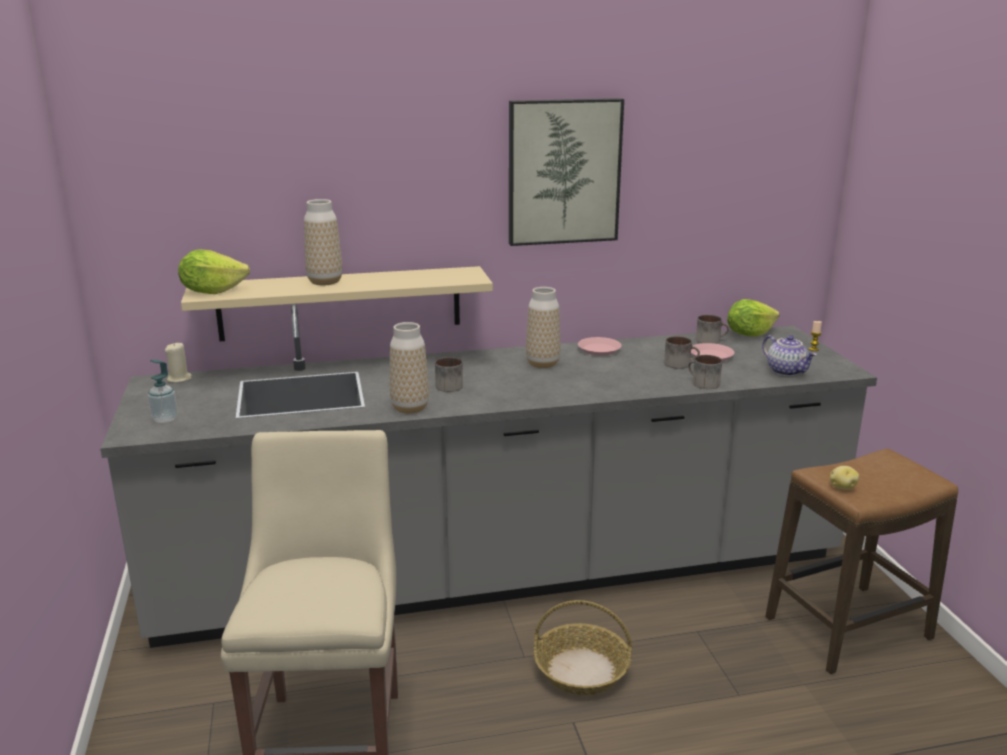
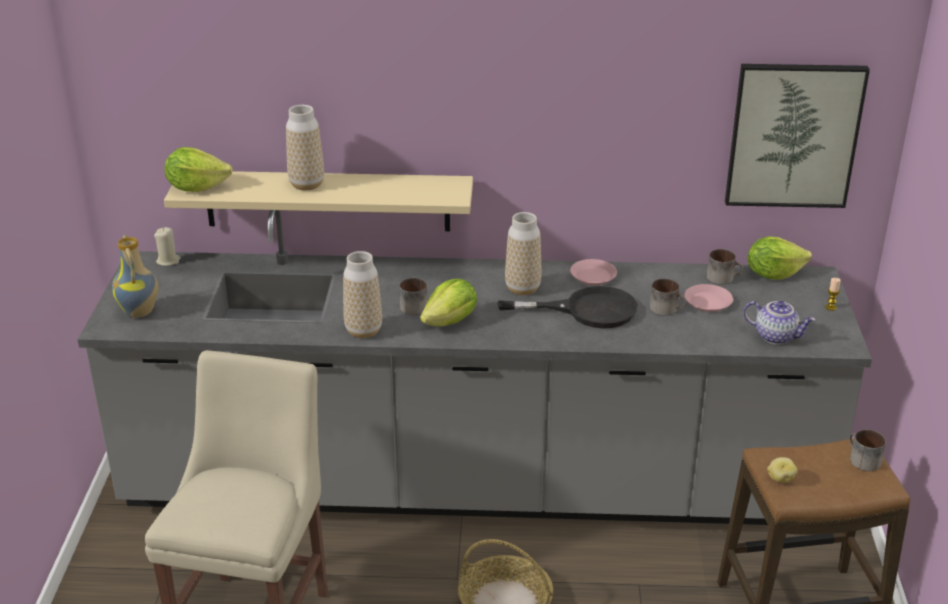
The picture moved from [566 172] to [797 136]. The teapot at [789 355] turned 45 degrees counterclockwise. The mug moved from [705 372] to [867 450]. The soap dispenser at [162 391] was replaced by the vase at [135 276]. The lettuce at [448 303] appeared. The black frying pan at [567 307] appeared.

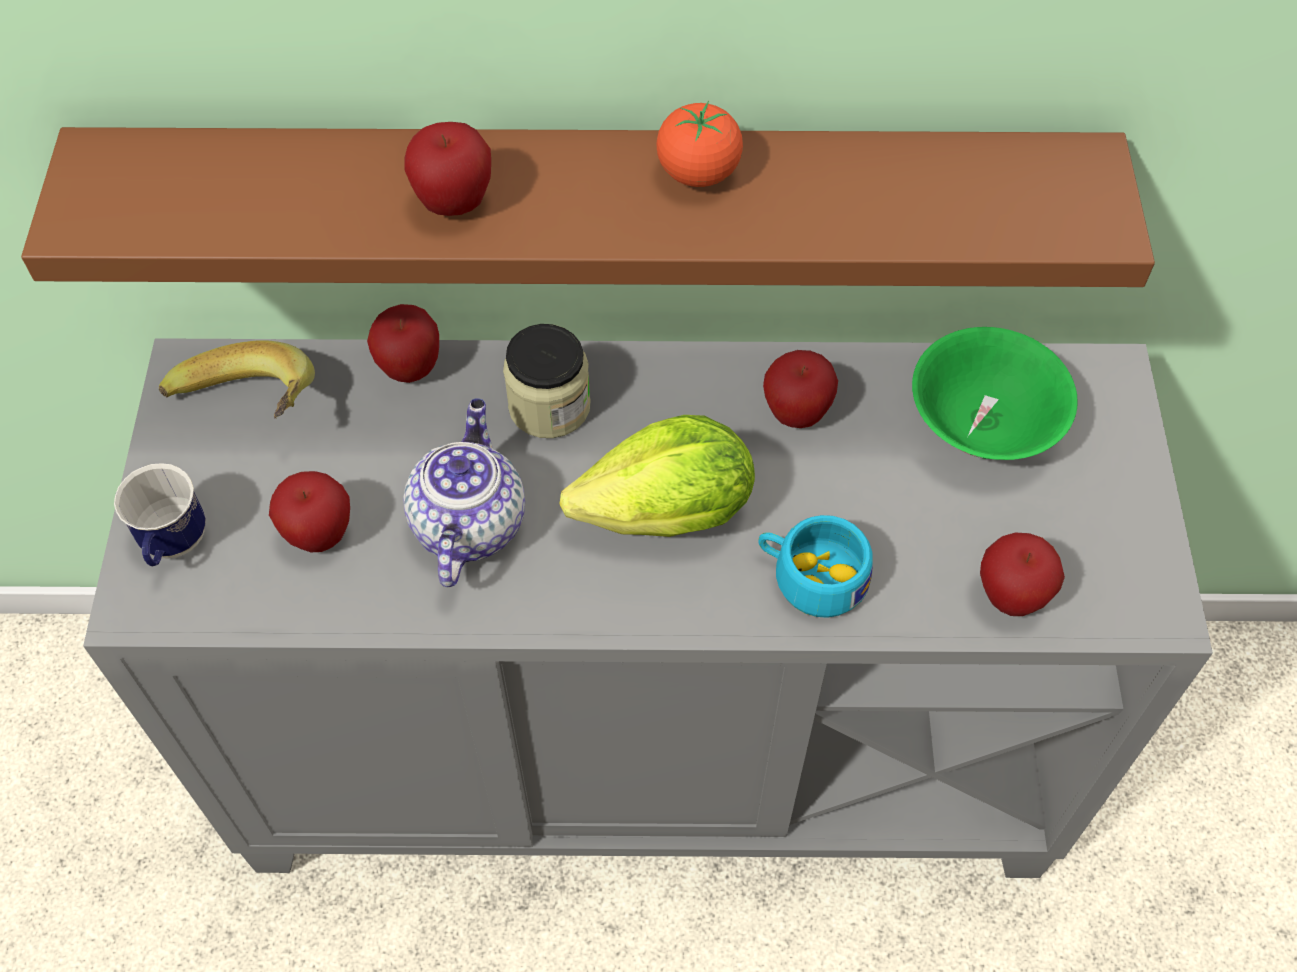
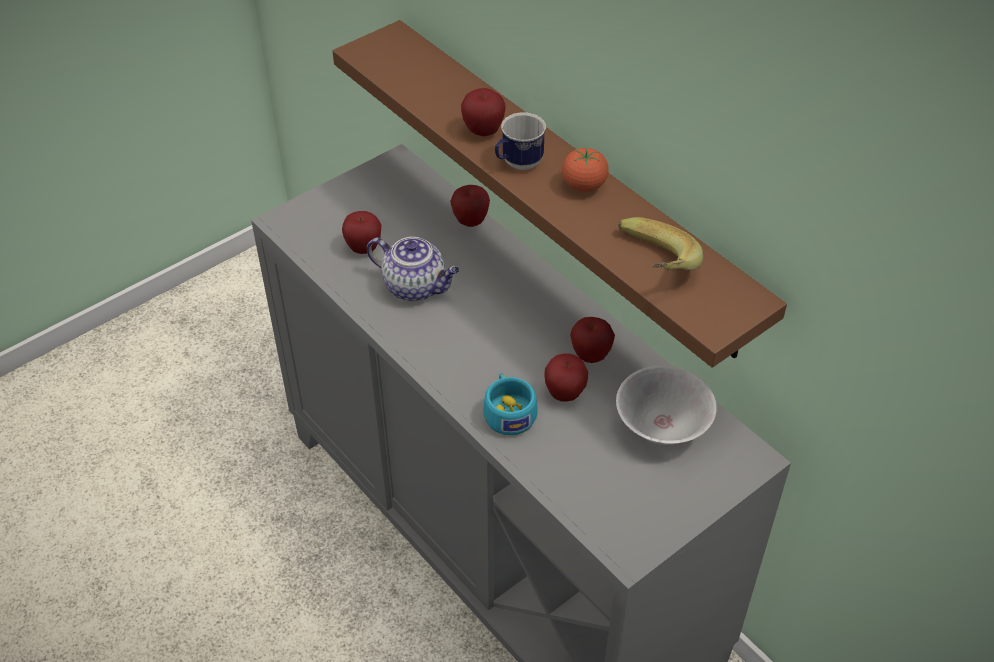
The jar at [547 381] disappeared. The green bowl at [995 393] became the white bowl at [666 405]. The banana moved from [237 379] to [660 244]. The teapot at [464 492] turned 60 degrees clockwise. The lettuce at [657 476] disappeared. The mug moved from [160 515] to [520 141]. The apple moved from [1022 574] to [566 377].

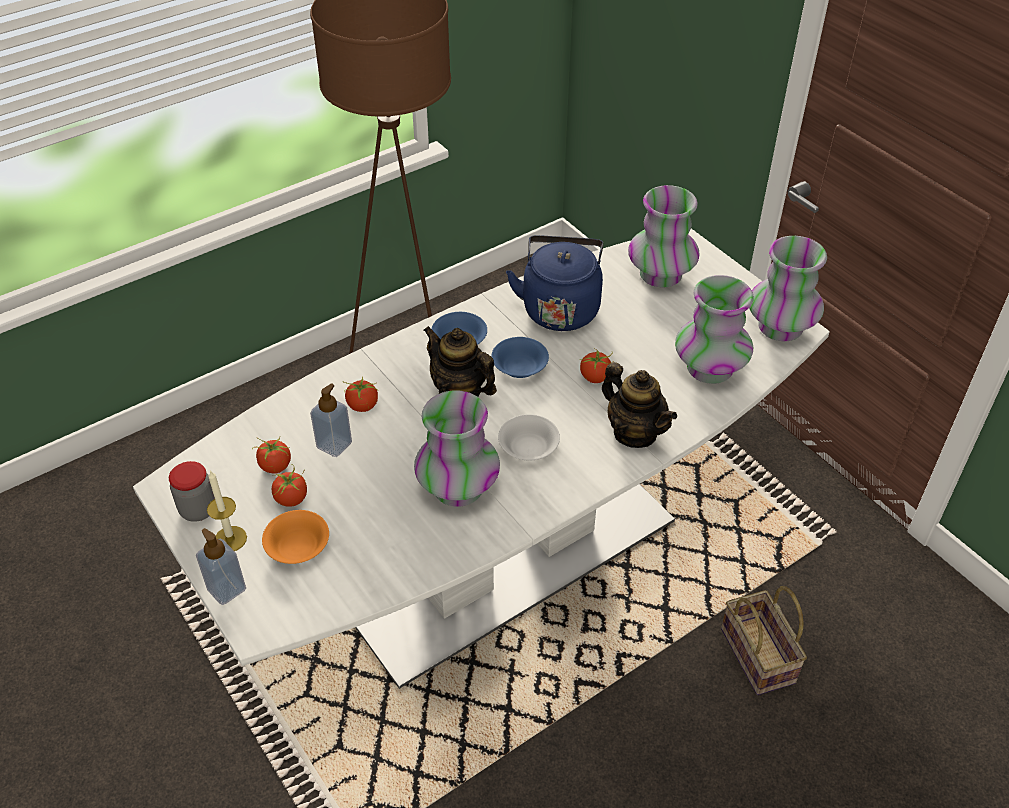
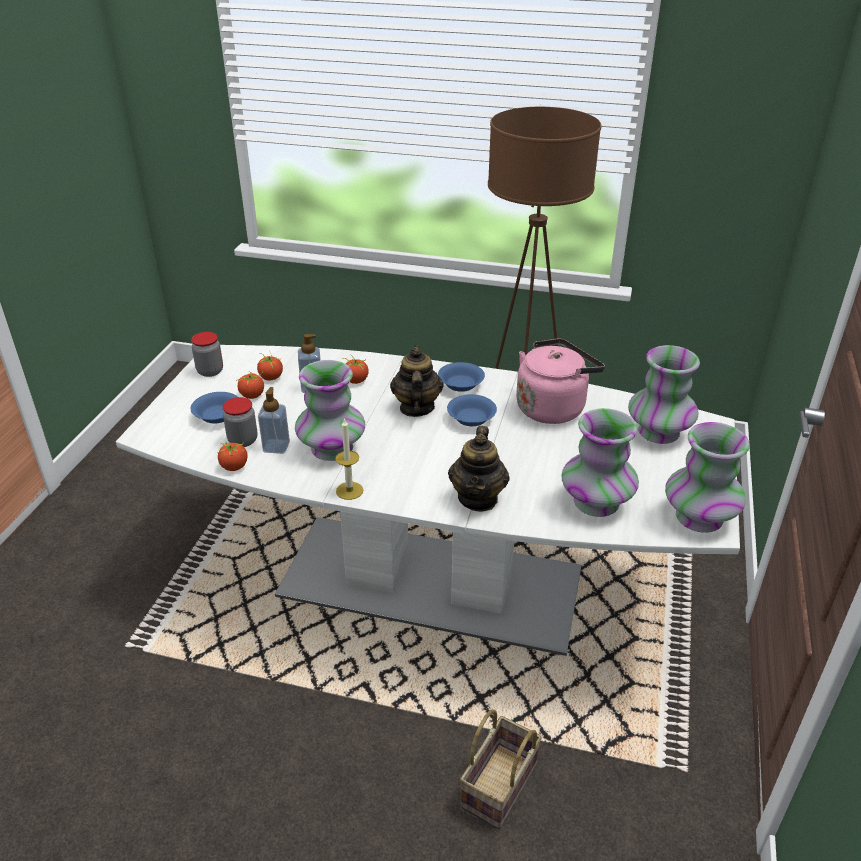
The blue kettle at [554 283] became the pink kettle at [560 381]. The tomato moved from [596 365] to [233 456]. The white bowl at [529 437] disappeared. The candle moved from [227 510] to [349 459]. The orange bowl at [295 537] became the blue bowl at [214 408]. The soap dispenser moved from [221 566] to [274 420]. The jar at [240 422] appeared.

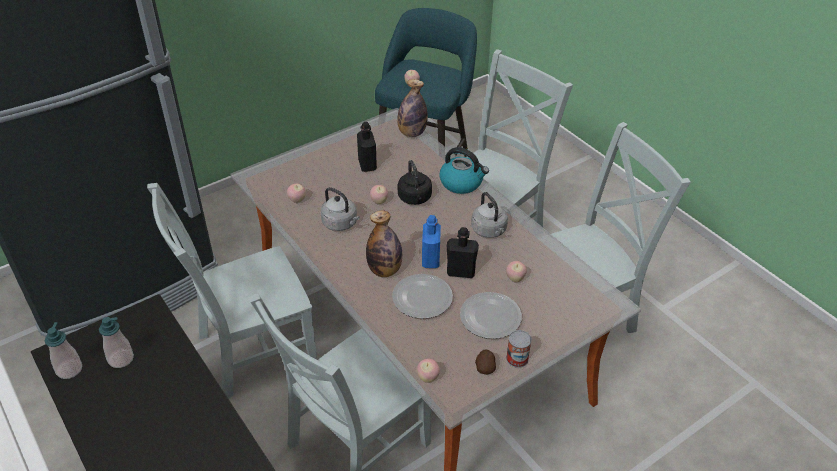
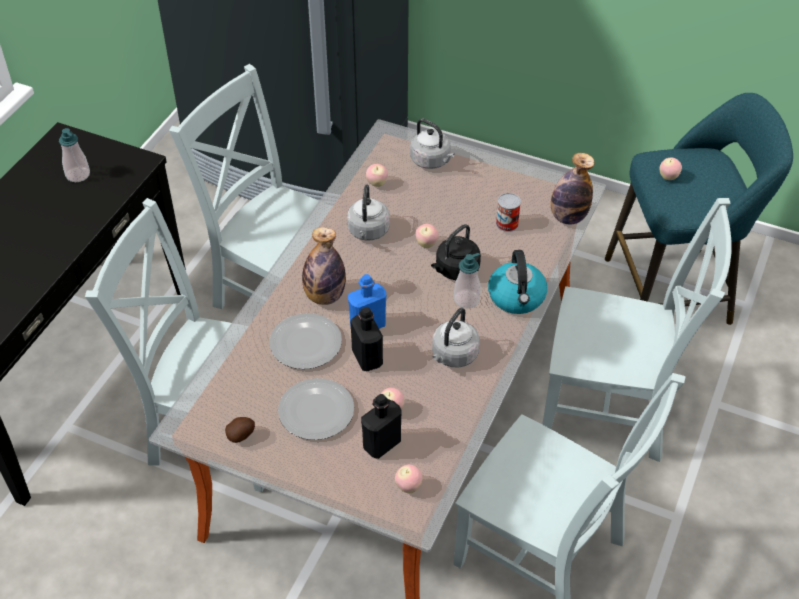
The black bottle moved from [367 147] to [381 426]. The soap dispenser moved from [63 350] to [467 281]. The can moved from [519 349] to [508 212]. The apple moved from [428 370] to [409 478]. The grey kettle at [432 144] appeared.

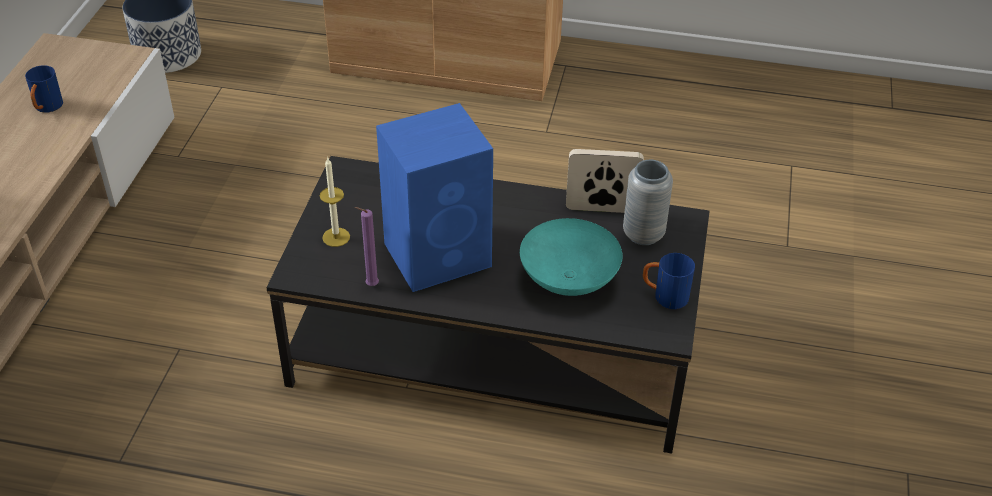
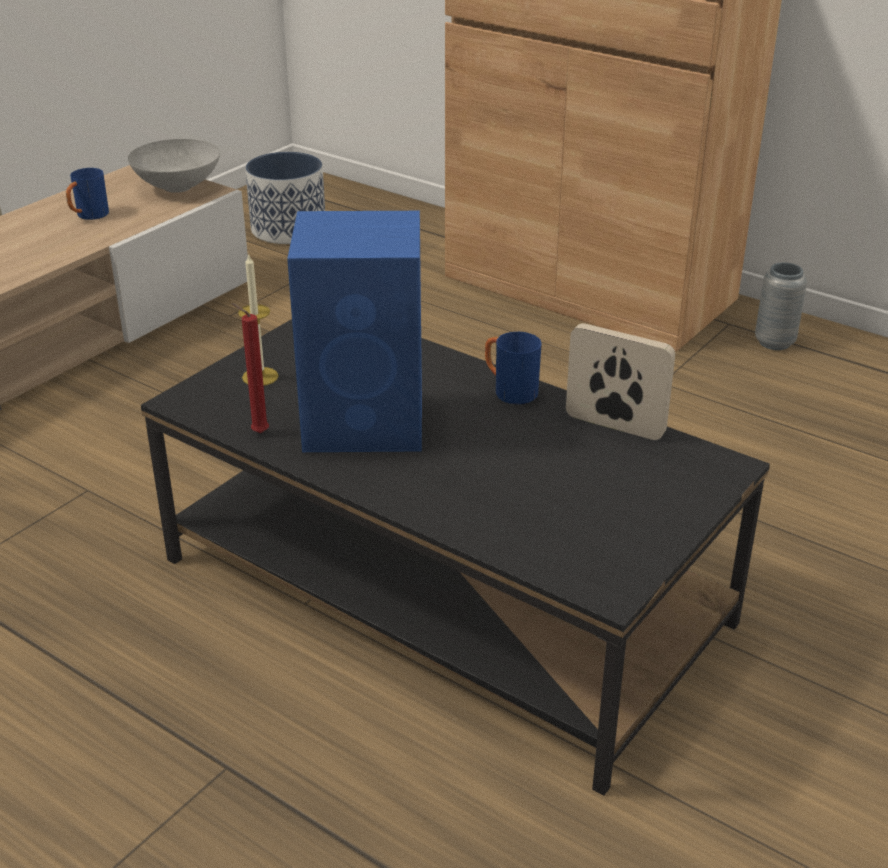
The grey vase moved from [648 202] to [781 306]. The purple candle at [366 246] became the red candle at [250 368]. The turquoise bowl at [571 257] disappeared. The blue mug moved from [669 281] to [513 368]. The grey bowl at [174 166] appeared.

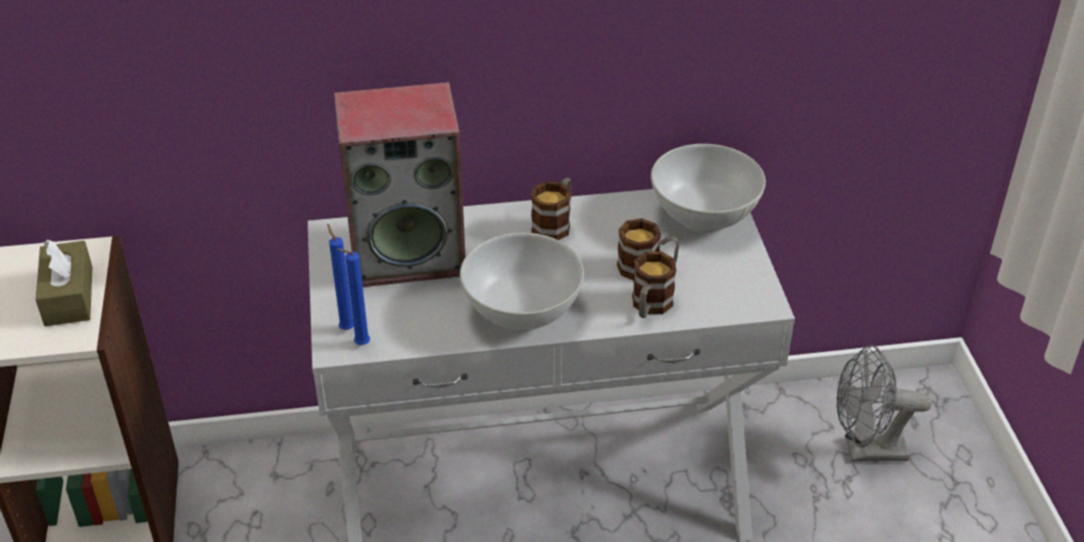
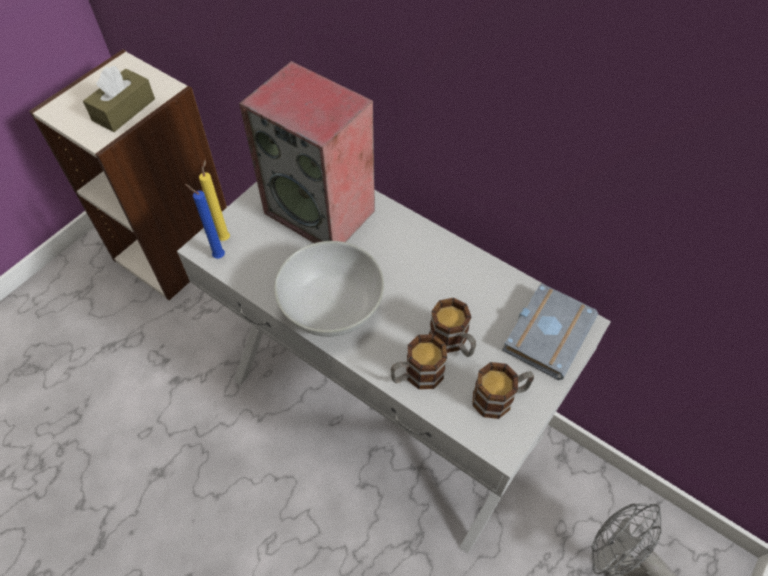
The white bowl at [708 188] was replaced by the grey book at [550 331]. The mug moved from [551 209] to [503 390]. The blue candle at [340 276] became the yellow candle at [214 200].

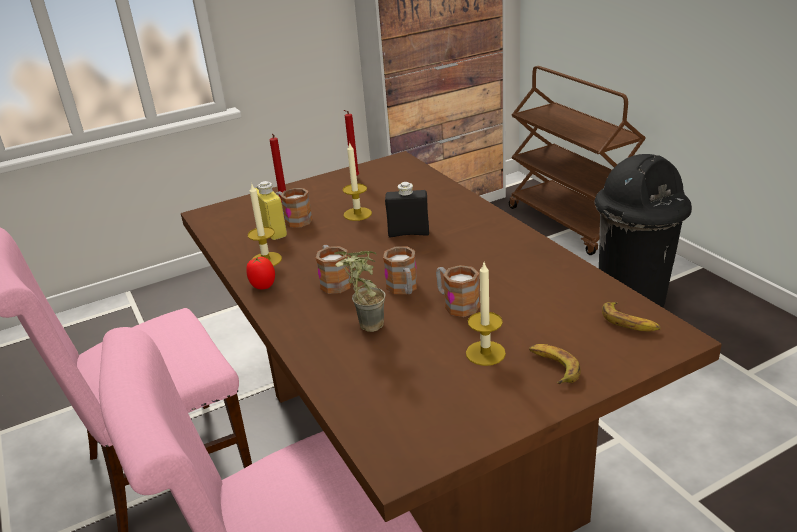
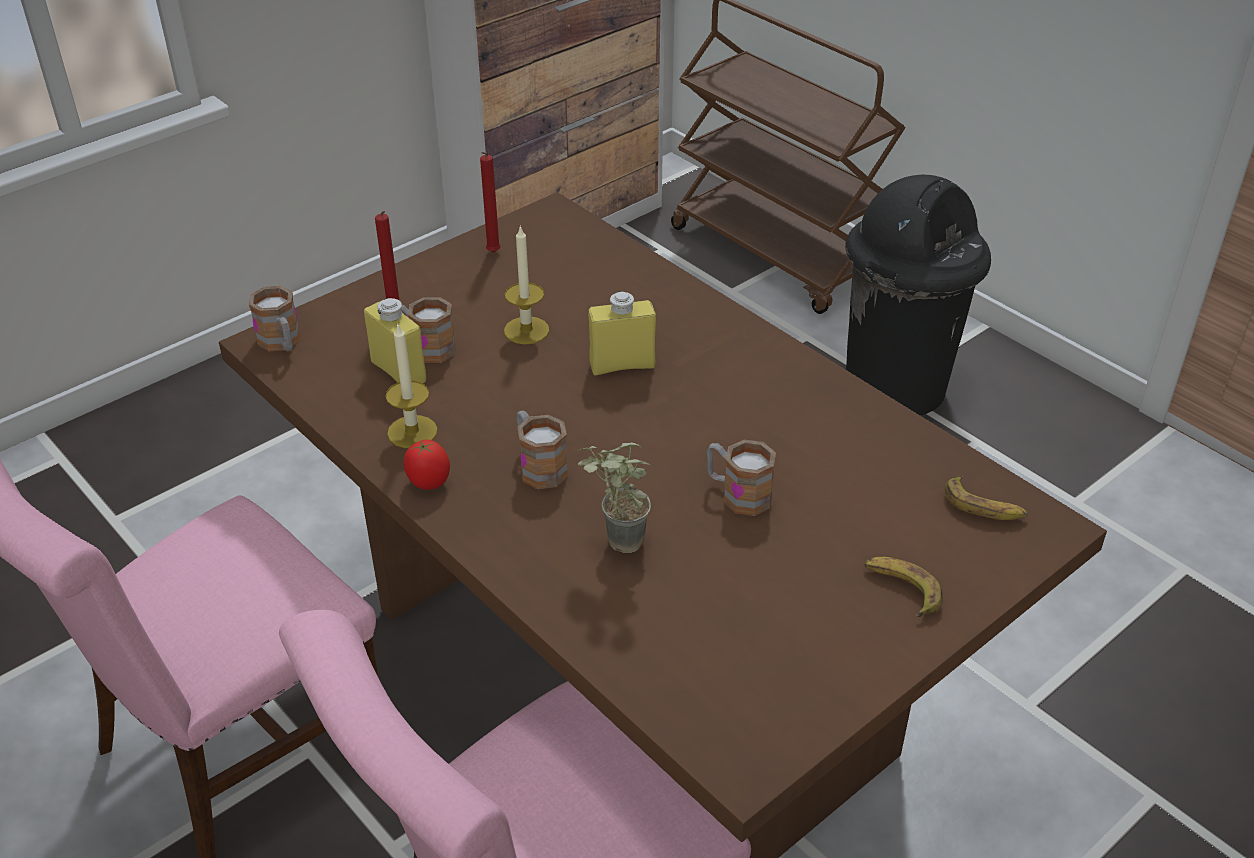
The black bottle at [407 210] became the yellow bottle at [622 333]. The mug moved from [400 270] to [274 318]. The candle at [486 314] disappeared.

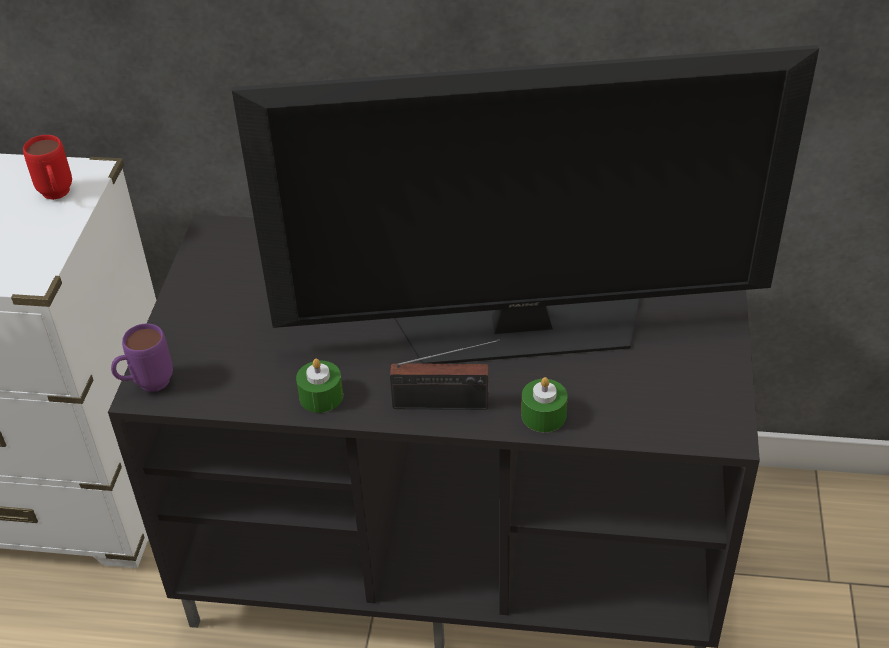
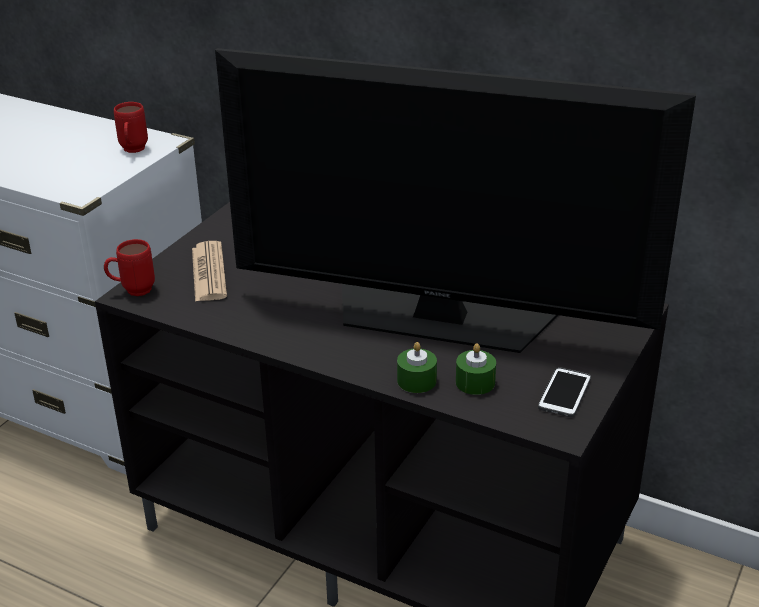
The purple mug at [142 358] became the red mug at [129 267]. The radio at [445 374] disappeared. The green candle moved from [319 385] to [476 369]. The newspaper at [209 271] appeared. The phone at [564 392] appeared.

